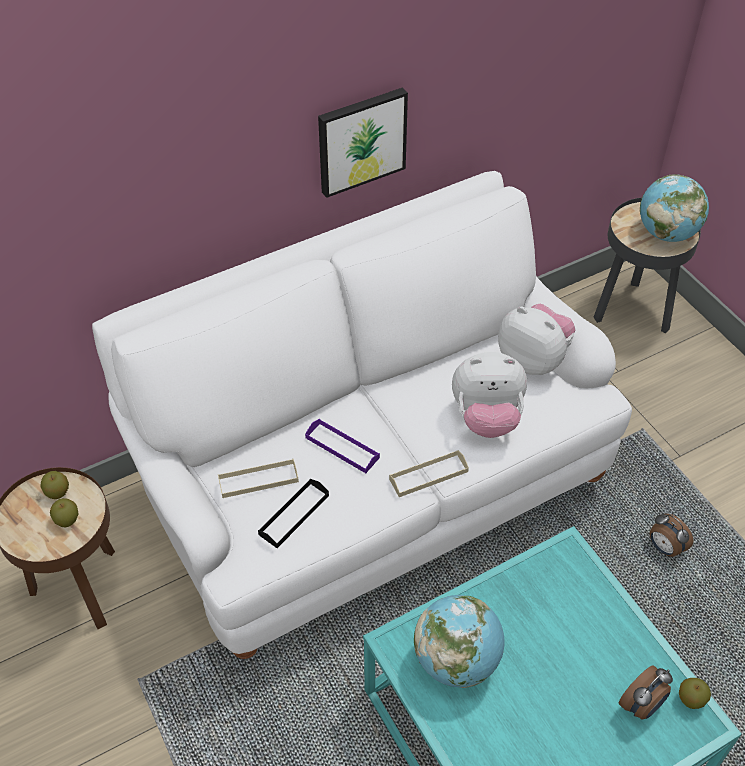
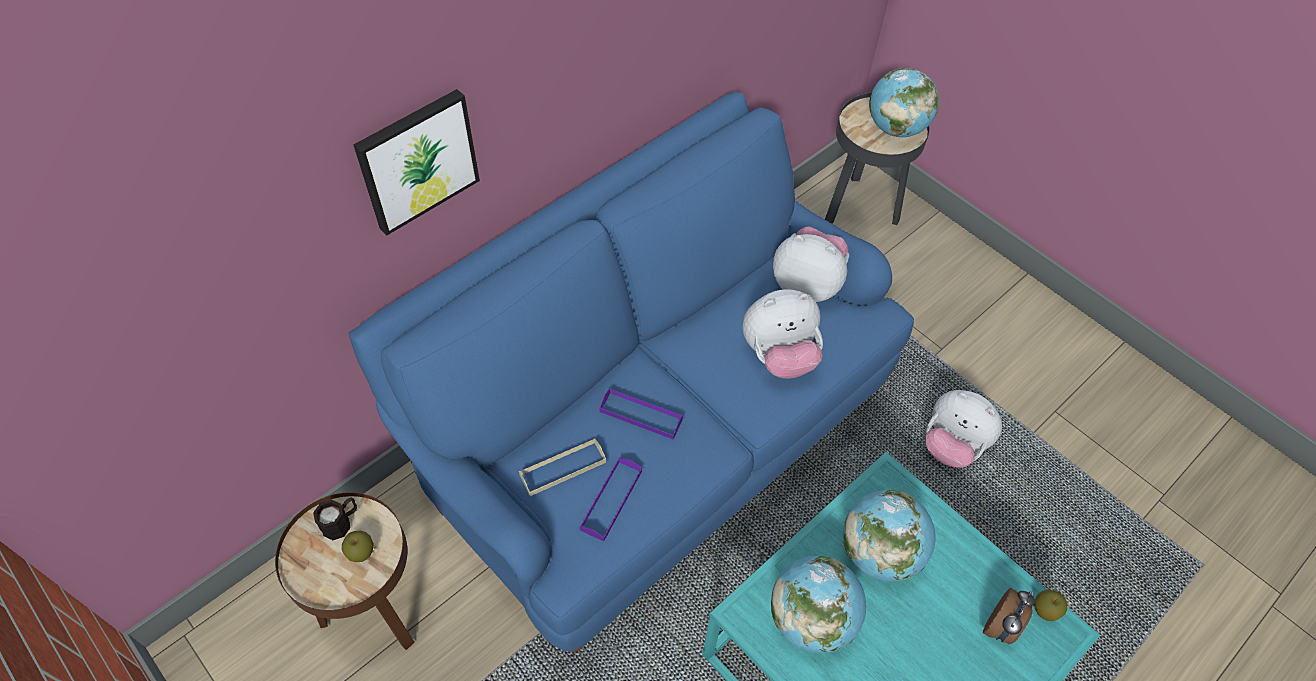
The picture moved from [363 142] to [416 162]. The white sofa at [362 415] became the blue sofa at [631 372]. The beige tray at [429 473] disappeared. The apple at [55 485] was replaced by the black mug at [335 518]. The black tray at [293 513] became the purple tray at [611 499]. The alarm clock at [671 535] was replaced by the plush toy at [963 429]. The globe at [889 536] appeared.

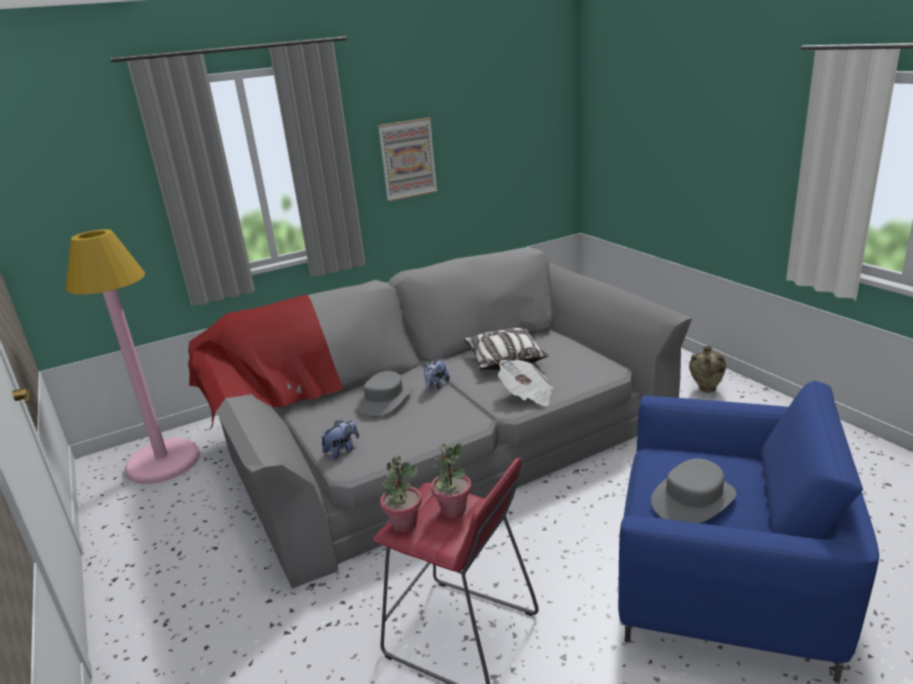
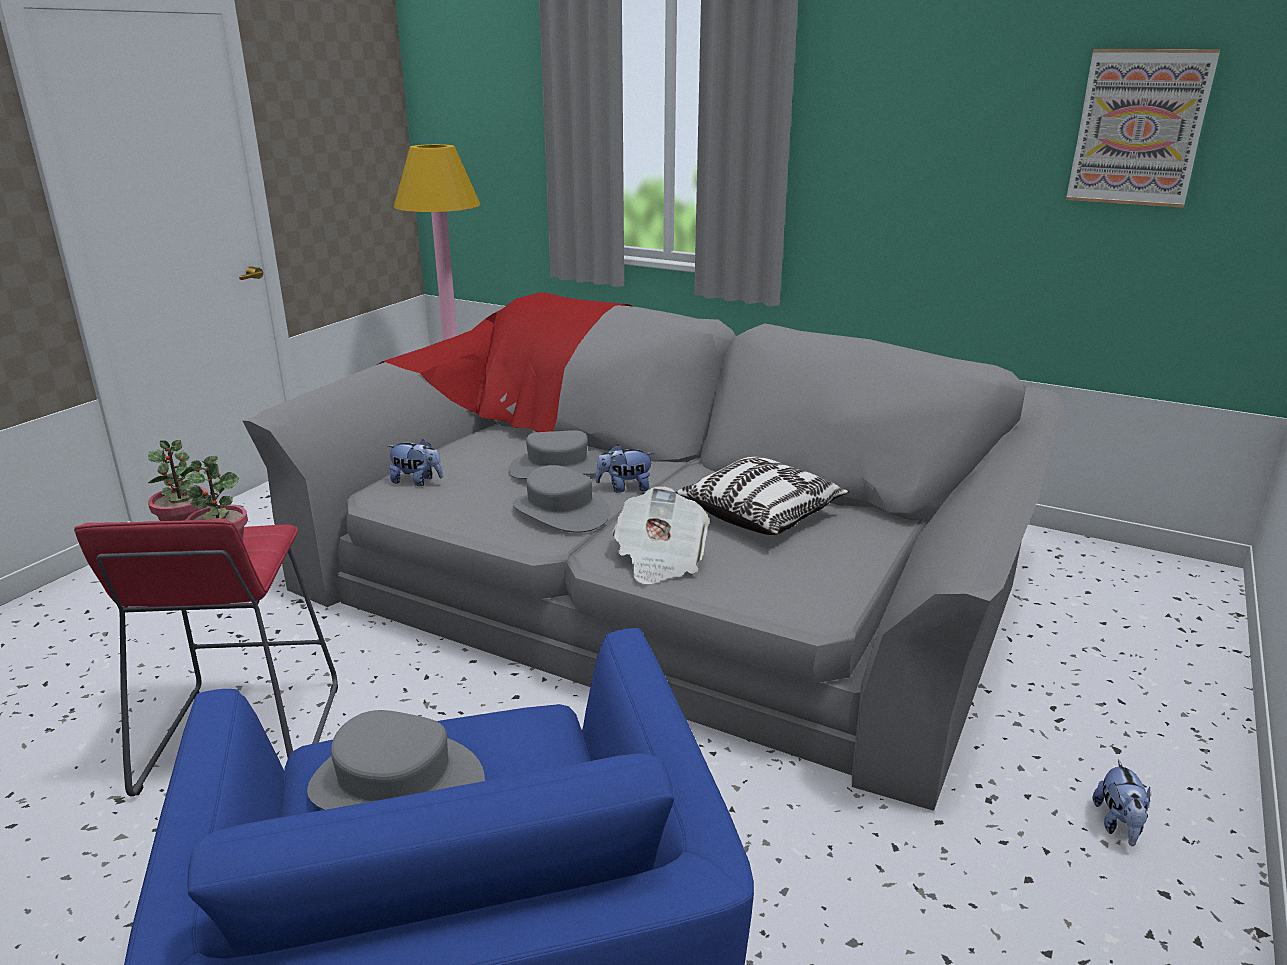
The picture moved from [408 159] to [1143 128]. The beige vase at [707 369] was replaced by the plush toy at [1121 803]. The grey hat at [561 499] appeared.

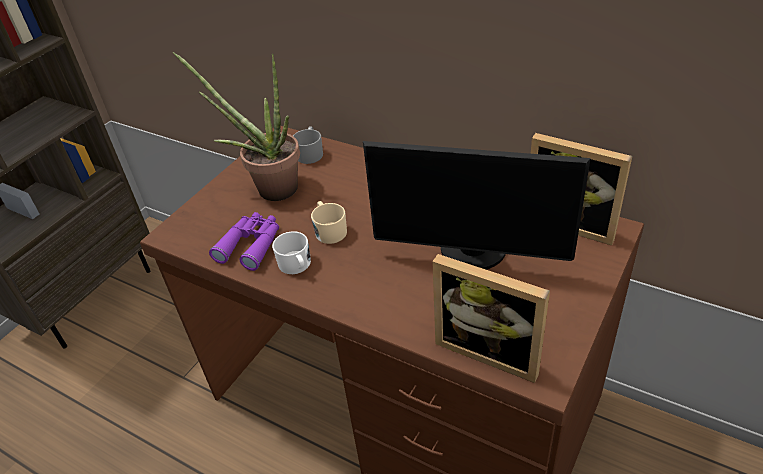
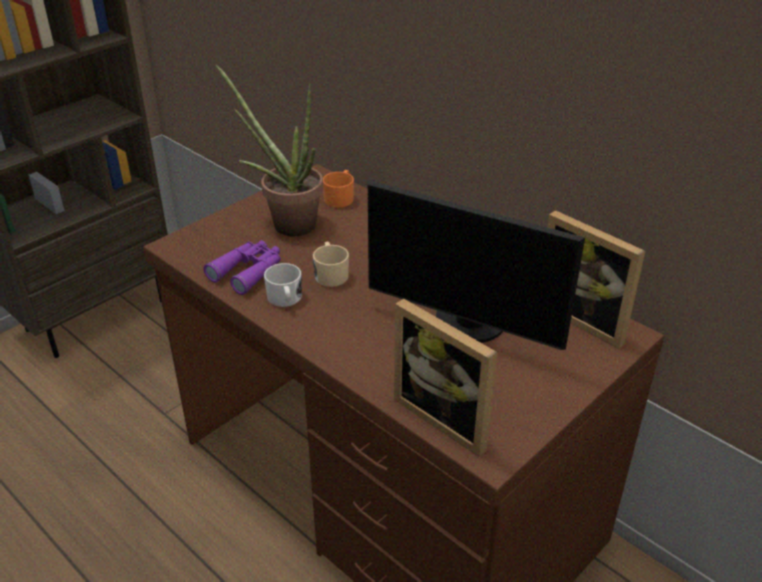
The grey mug at [308 145] became the orange mug at [338 189].

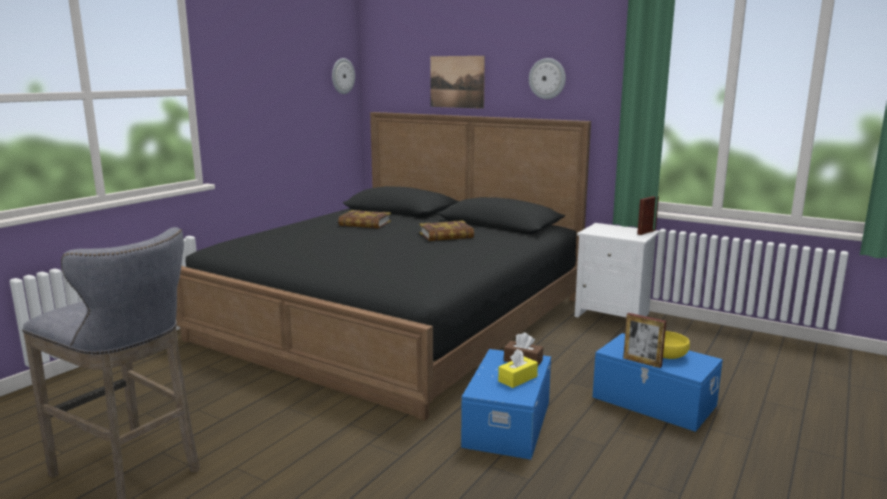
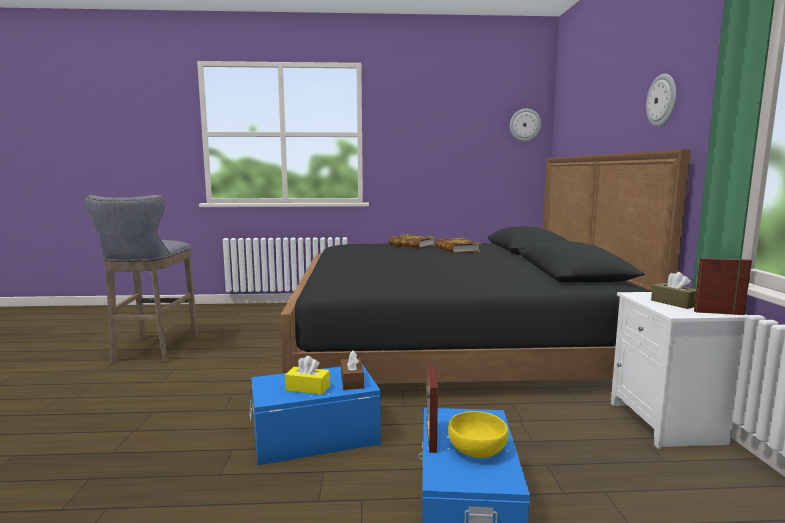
The picture at [457 82] disappeared. The book moved from [446 231] to [412 241]. The brown tissue box at [673 290] appeared.

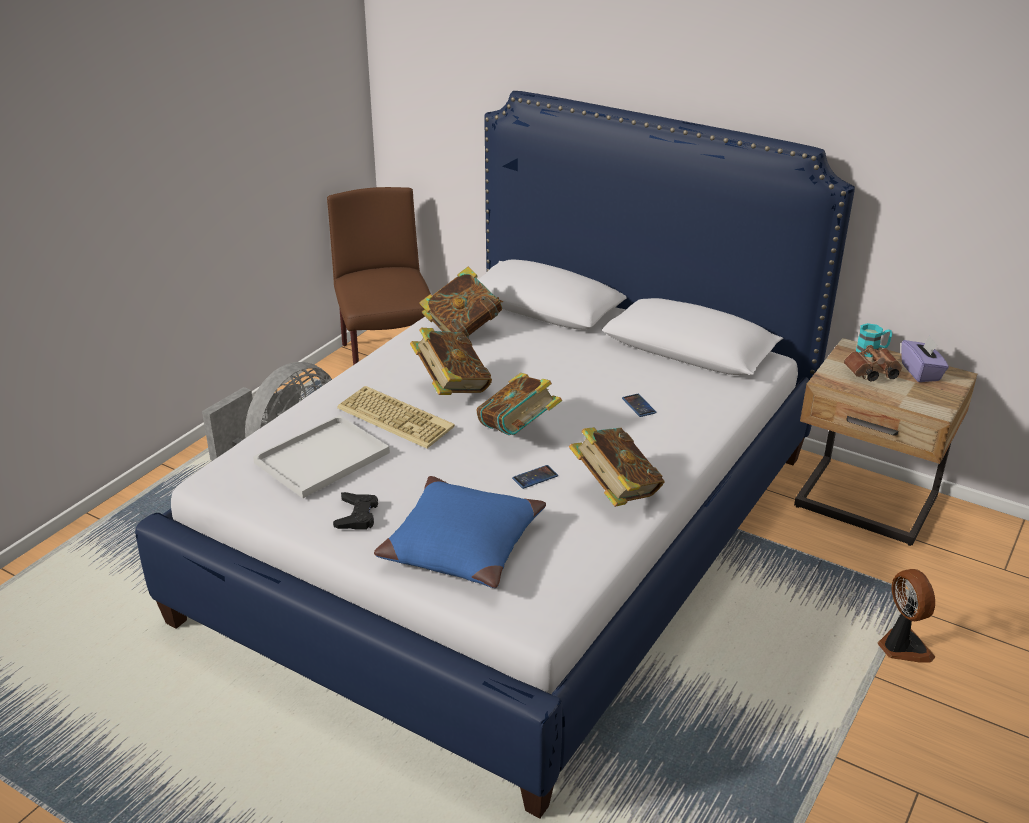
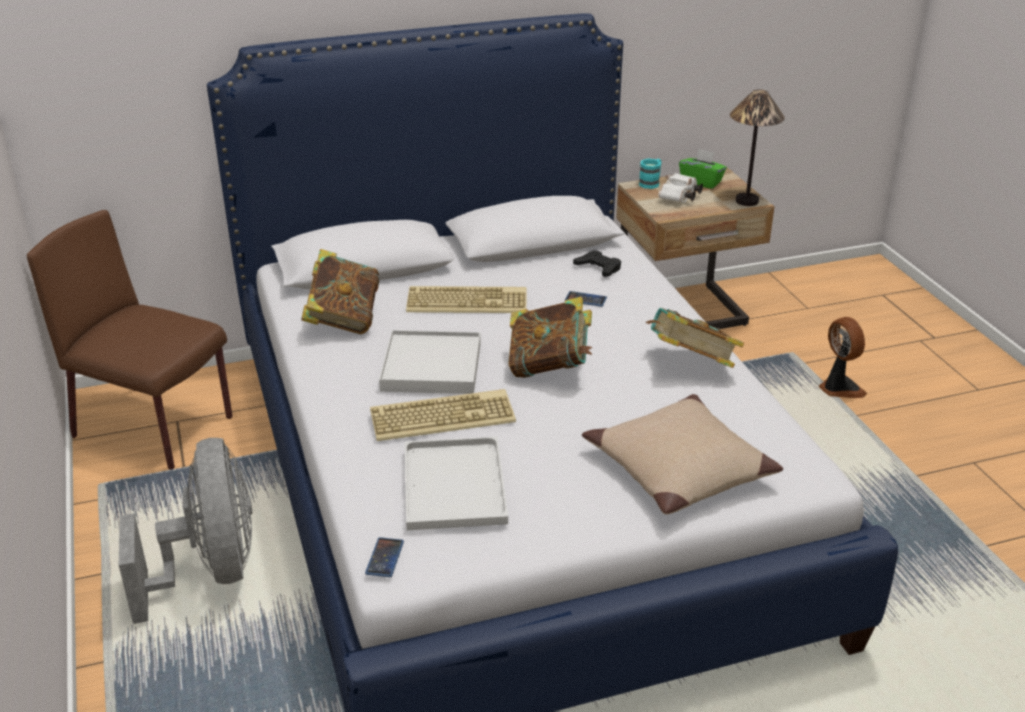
The book at [451 361] was replaced by the white tray at [430 362]. The purple tissue box at [925 358] became the green tissue box at [703 168]. The brown binoculars at [873 363] became the white binoculars at [680 188]. The phone moved from [535 477] to [384 557]. The blue pillow at [460 532] became the beige pillow at [682 454]. The black game controller moved from [355 511] to [597 263]. The fan at [906 616] turned 45 degrees clockwise. The table lamp at [757 147] appeared. The keyboard at [466 299] appeared.

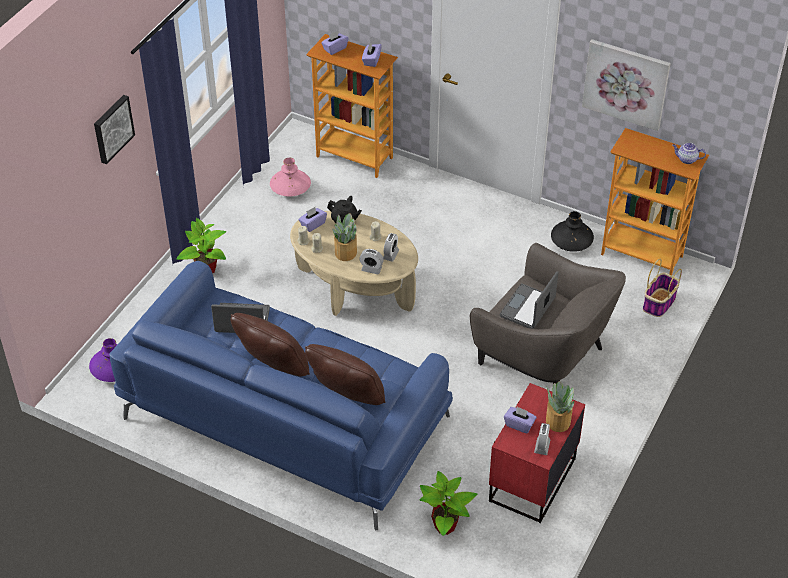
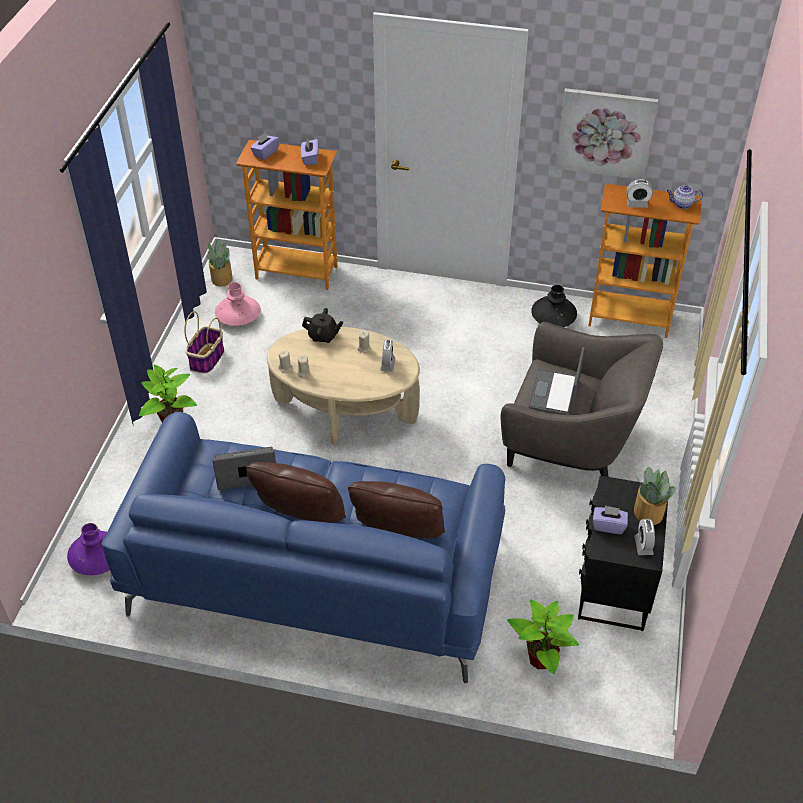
The picture at [114 129] disappeared. The purple tissue box at [312 219] disappeared. The potted plant moved from [344 237] to [219 263]. The alarm clock moved from [372 261] to [639 193]. The basket moved from [662 288] to [204 342]. The red nightstand at [537 453] became the black nightstand at [623 553].

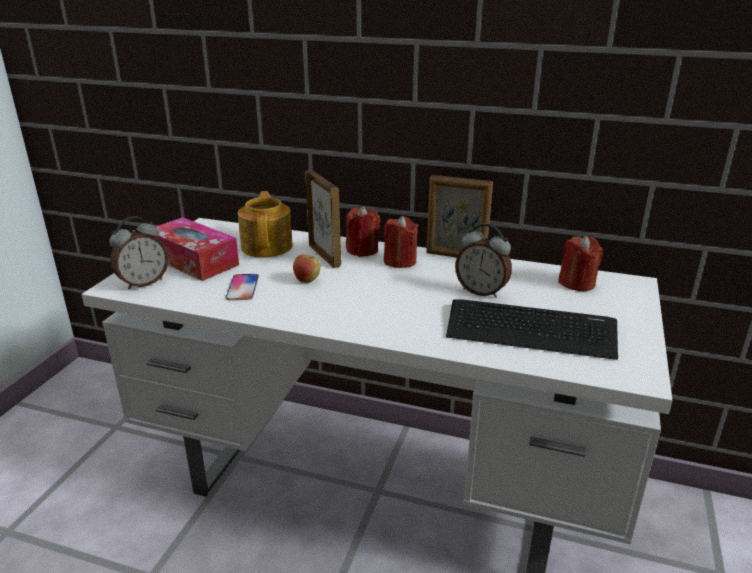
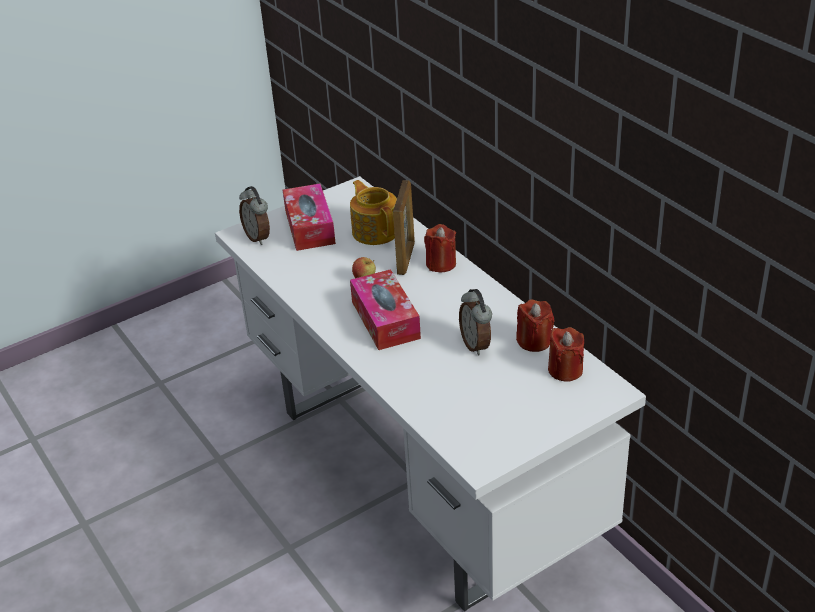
The picture frame at [459 216] disappeared. The teapot at [265 224] turned 60 degrees counterclockwise. The alarm clock at [139 253] turned 60 degrees clockwise. The red candle moved from [401 242] to [535 325]. The phone at [242 287] disappeared. The keyboard at [532 329] disappeared. The tissue box at [385 309] appeared.

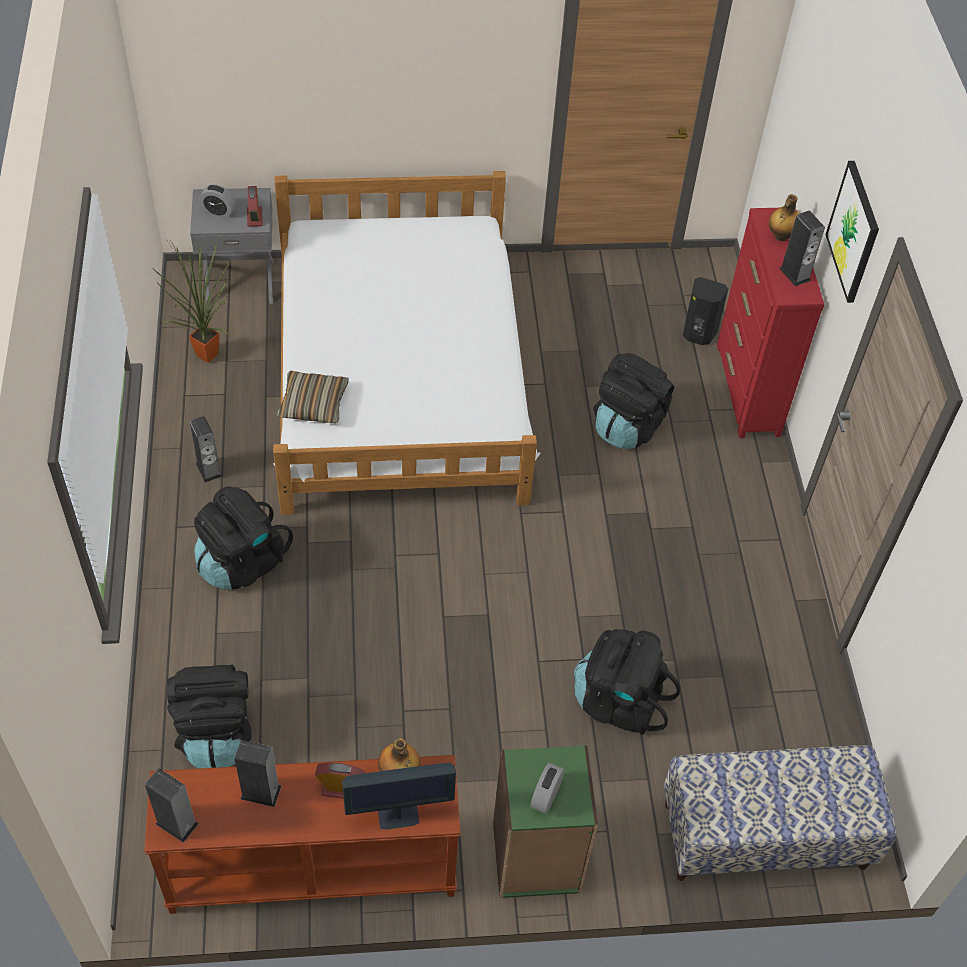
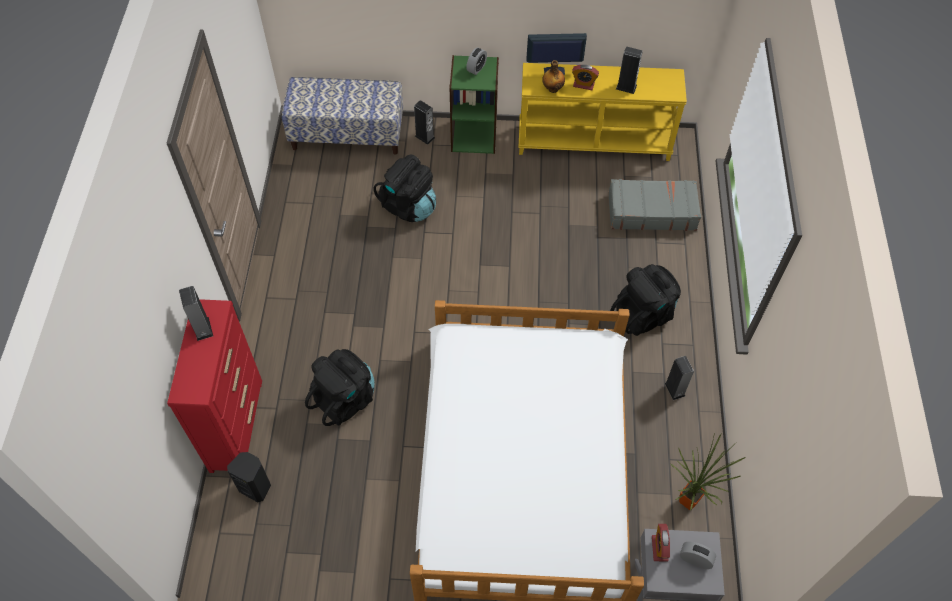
The picture at [852 232] disappeared. The bottle at [784 217] disappeared. The pillow at [313 397] disappeared. The black backpack at [209 717] was replaced by the grey suitcase at [654 205]. The brown console table at [302 834] became the yellow console table at [603 112]. The speaker moved from [172 805] to [424 122].

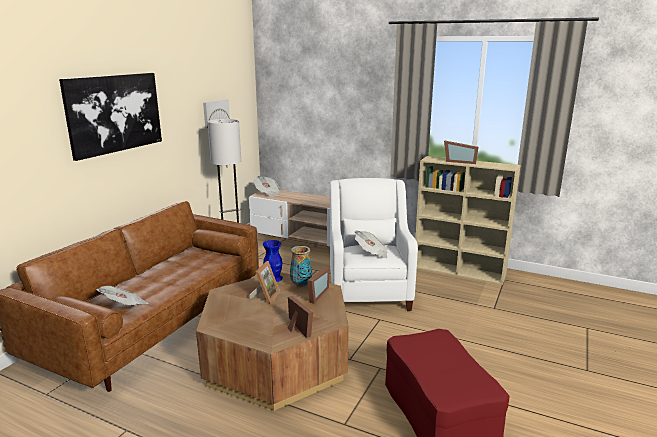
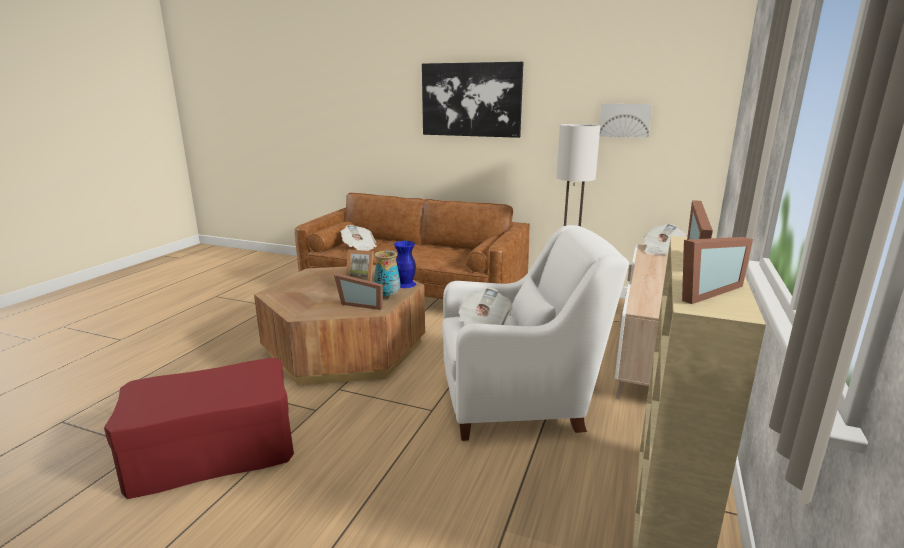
The picture frame moved from [300 317] to [717 270].

